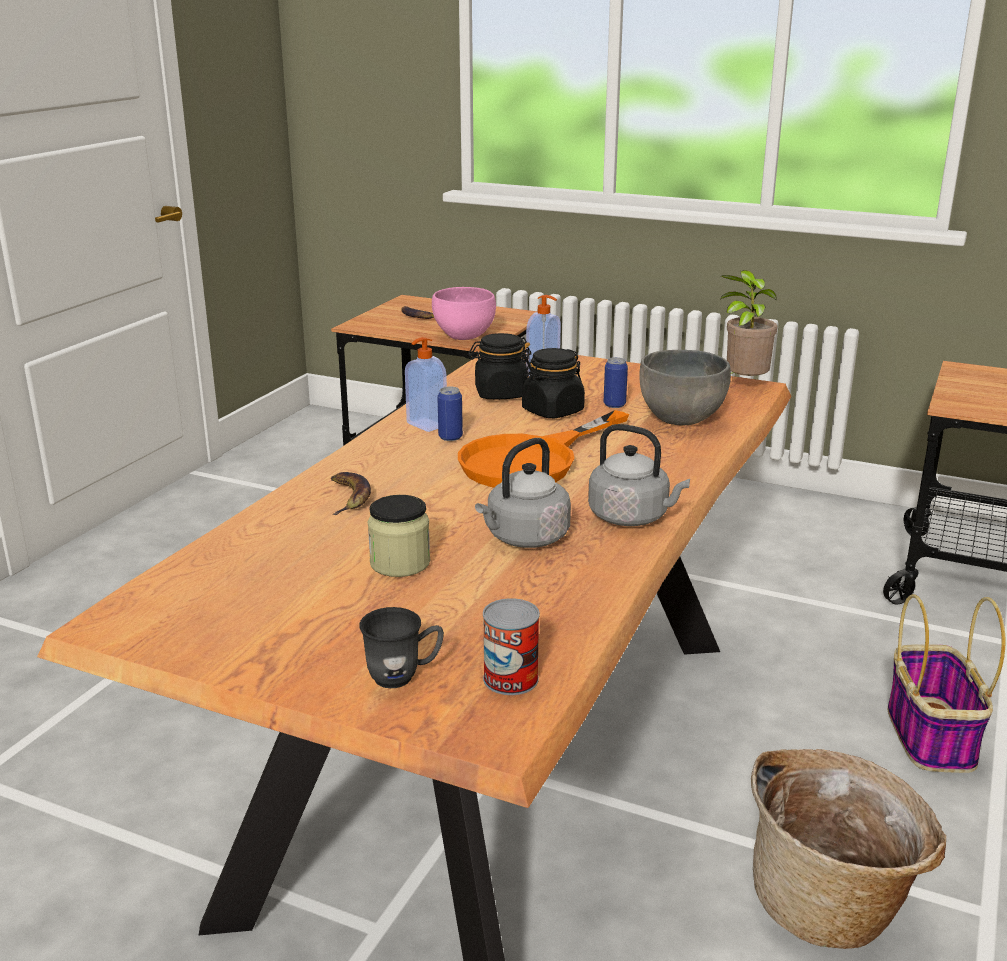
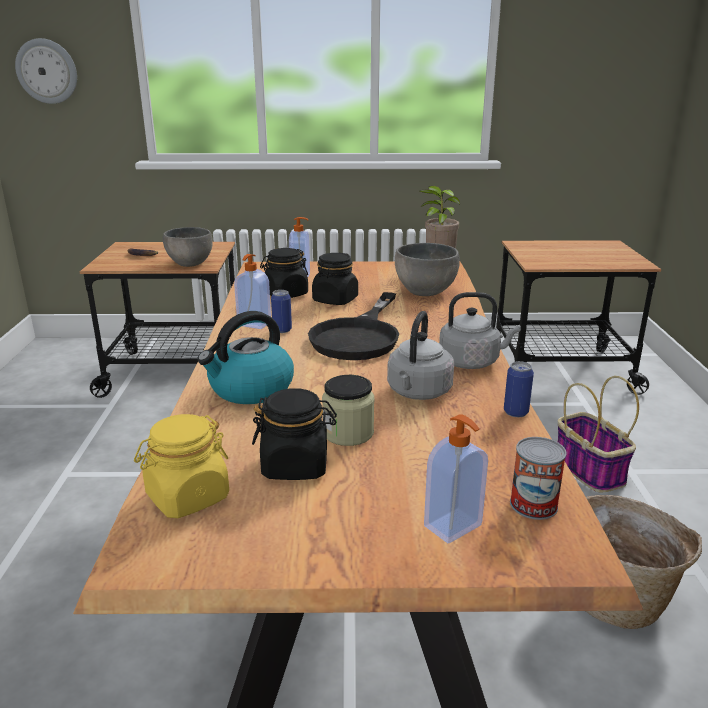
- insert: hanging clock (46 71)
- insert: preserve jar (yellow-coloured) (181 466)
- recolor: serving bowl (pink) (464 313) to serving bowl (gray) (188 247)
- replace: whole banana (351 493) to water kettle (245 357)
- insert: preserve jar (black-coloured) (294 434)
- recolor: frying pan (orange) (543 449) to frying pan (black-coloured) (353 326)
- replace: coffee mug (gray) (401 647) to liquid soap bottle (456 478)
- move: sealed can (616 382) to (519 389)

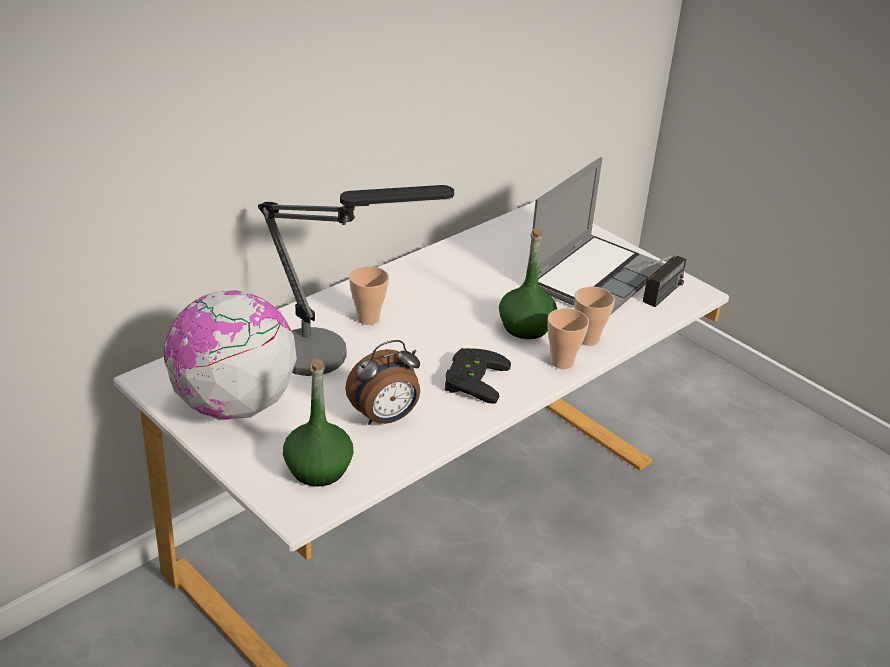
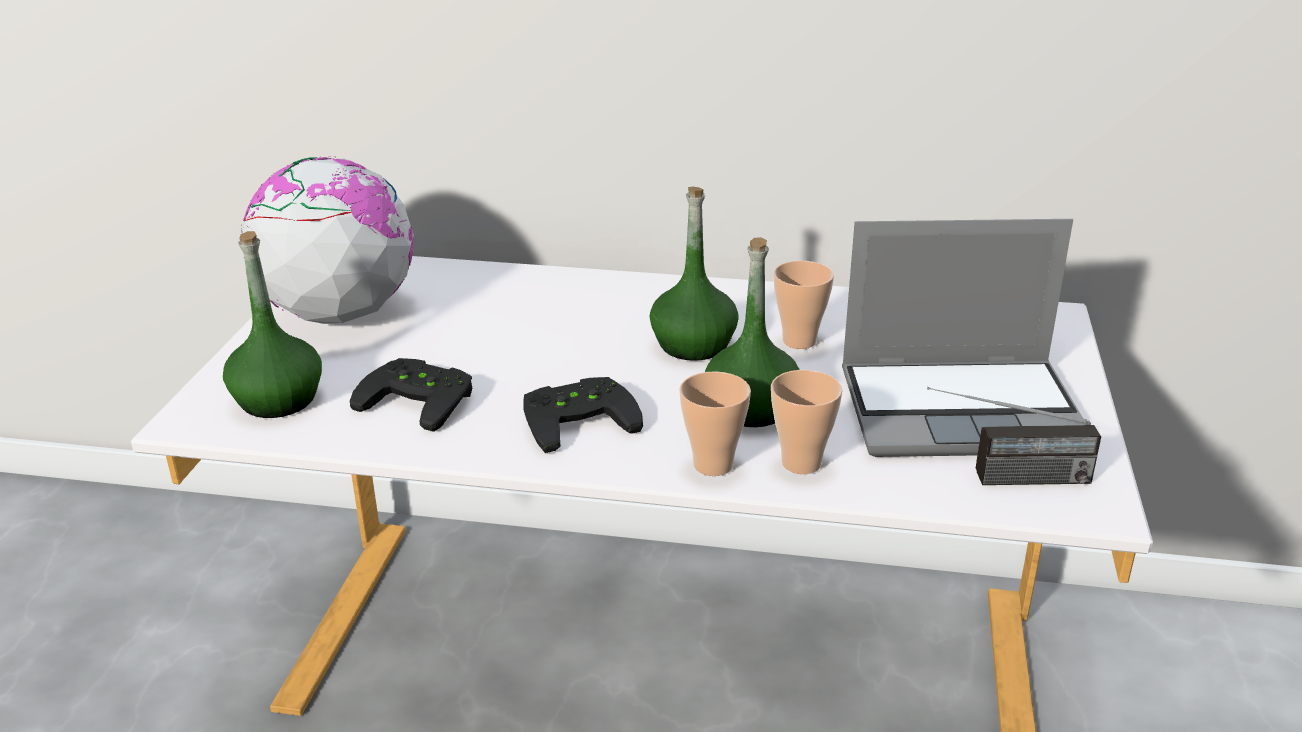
- replace: table clock (382 382) to joypad (black-coloured) (411 395)
- insert: bottle (greenish) (694 274)
- move: small cup (369 295) to (804 305)
- delete: tabletop lamp (356 280)

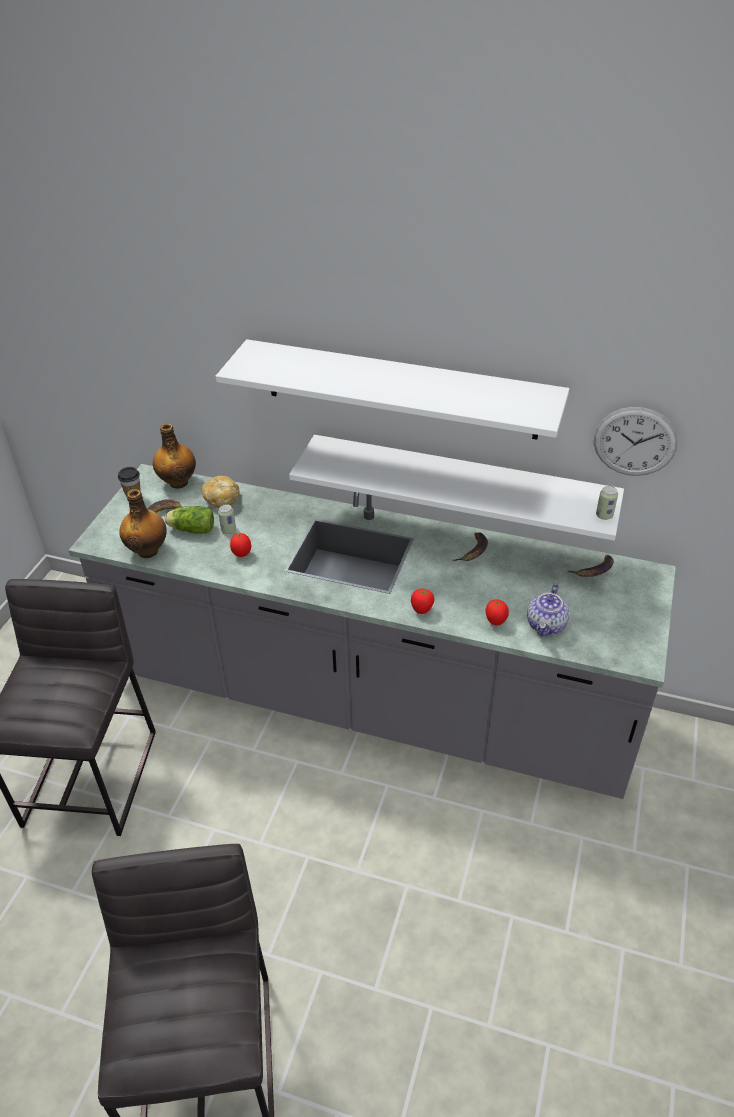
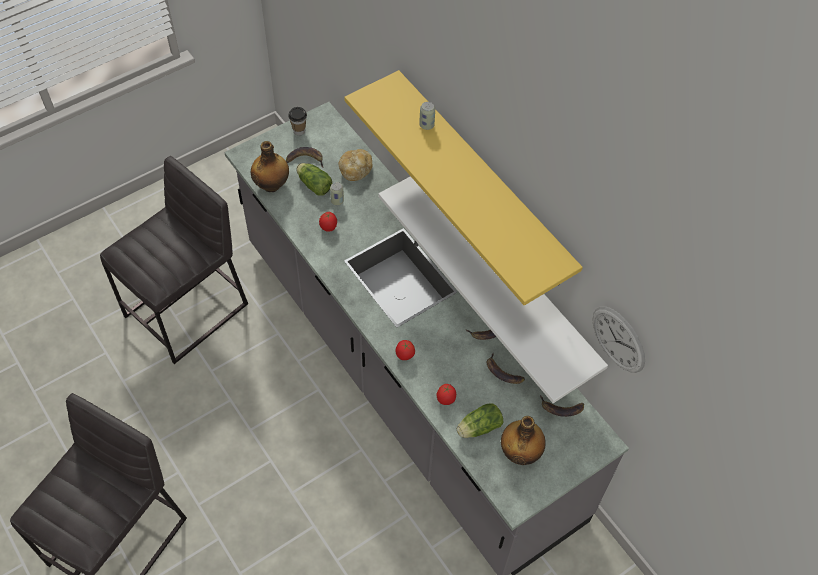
- recolor: shelf (white) (393 389) to shelf (yellow-coloured) (463 188)
- move: sealed can (607 503) to (427 116)
- replace: pot for tea (548 610) to head of lettuce (480 420)
- insert: whole banana (505 368)
- move: bottle (174 456) to (523 440)

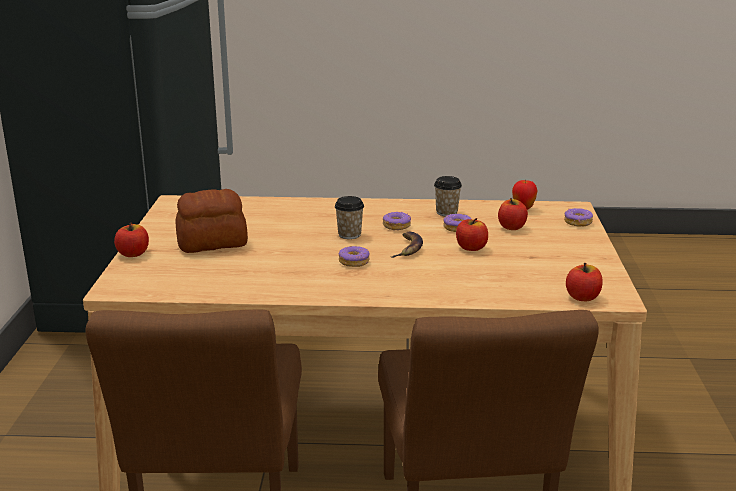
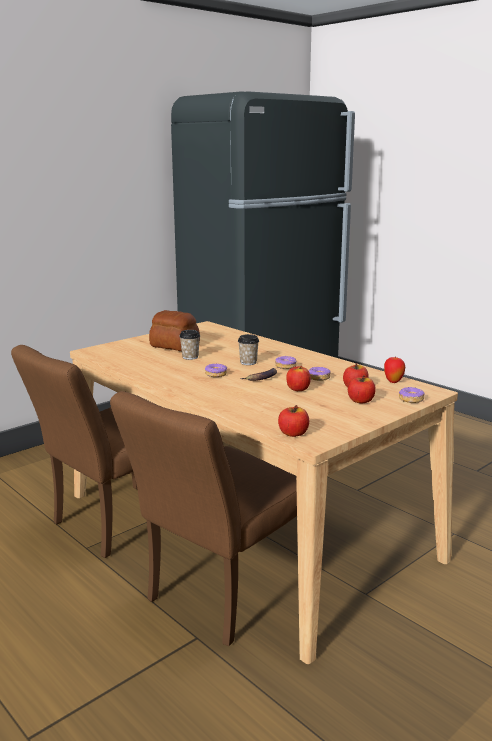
- move: small cup (448 196) to (189 345)
- move: apple fruit (131 239) to (362 389)

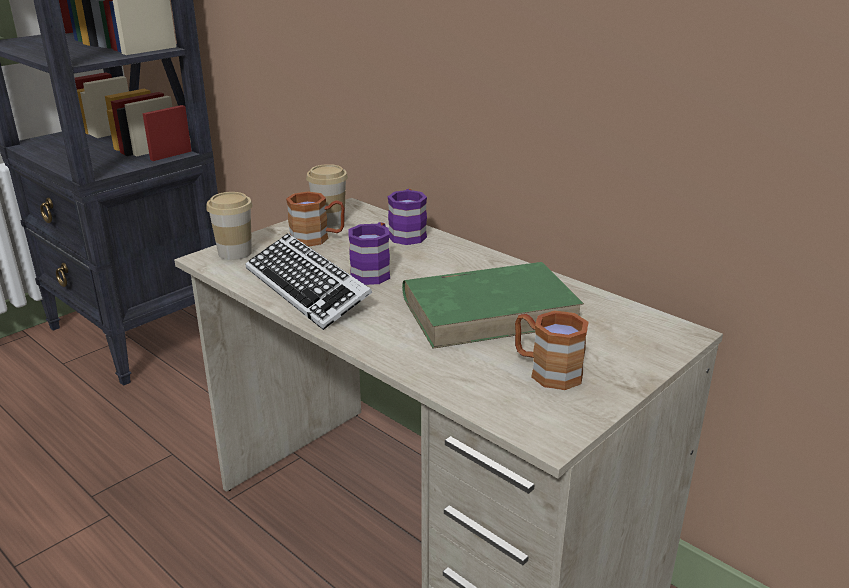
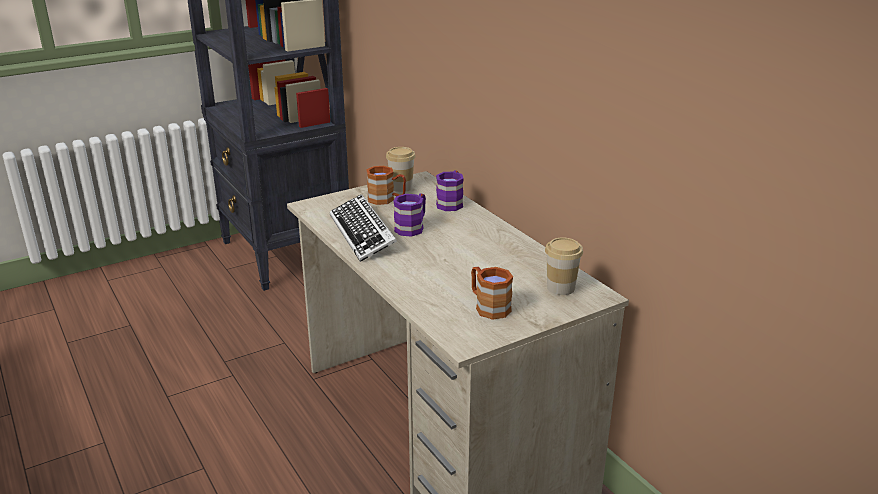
- move: small cup (229 226) to (564 266)
- delete: volume (greenish) (493 305)

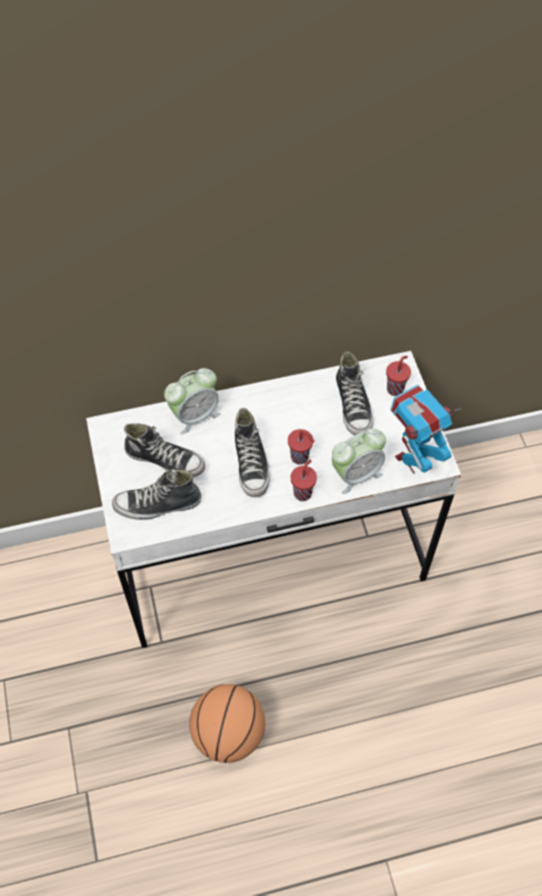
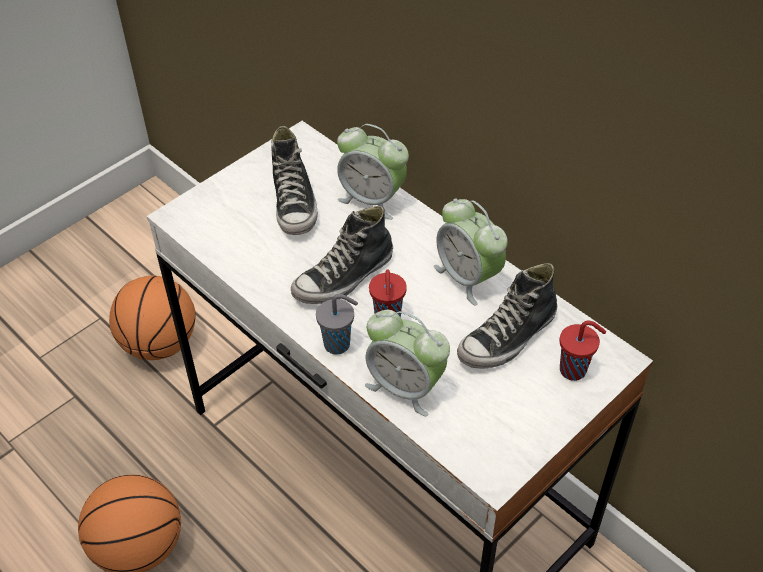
- insert: ball for basketball (152 318)
- recolor: small cup (reddish) (304 480) to small cup (gray) (337 324)
- insert: table clock (471 252)
- delete: low shoe (157 494)
- delete: robot figure (425 429)

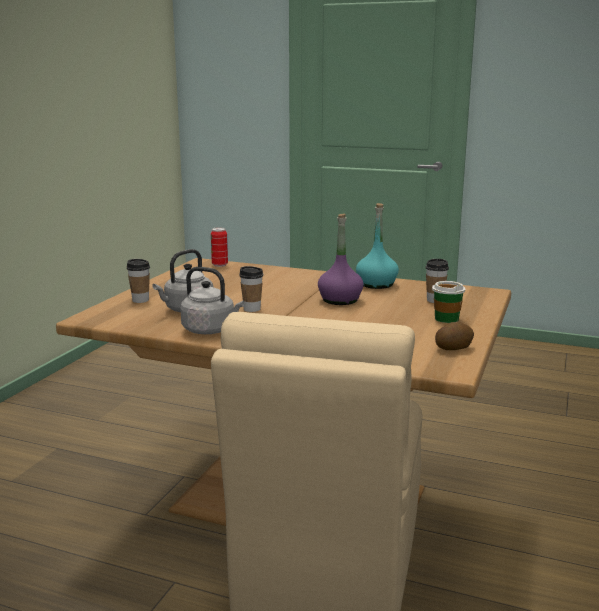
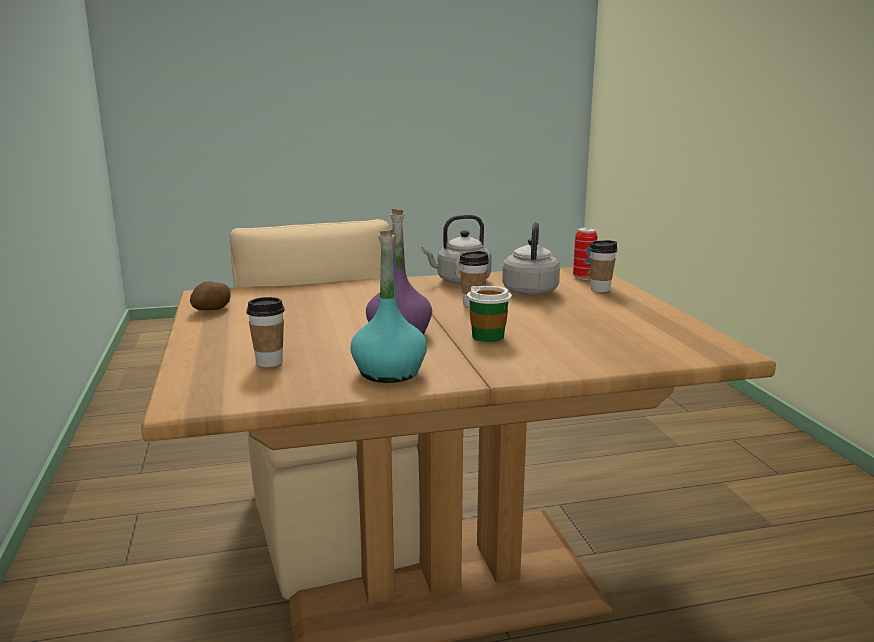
- move: small cup (448 302) to (489 314)
- move: sealed can (219 247) to (585 253)

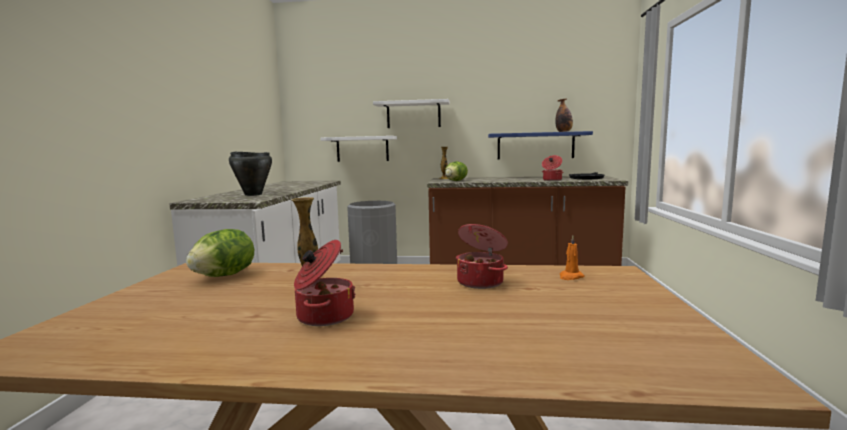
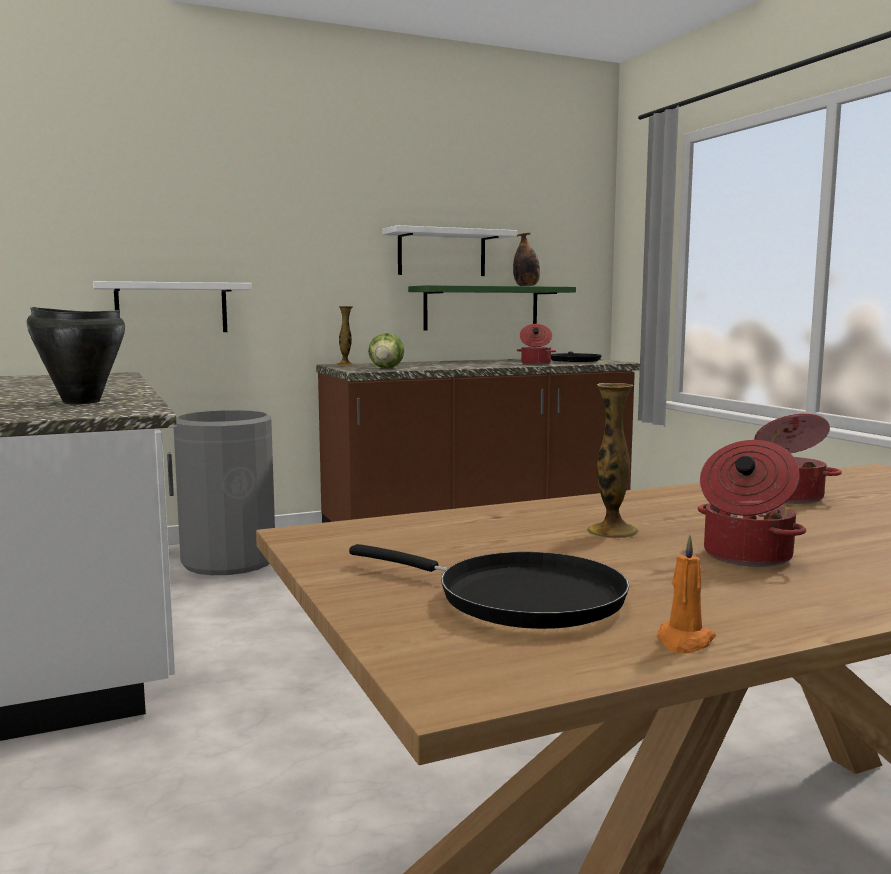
- insert: frying pan (black-coloured) (489 586)
- move: shelf (white) (411 113) to (449 250)
- recolor: shelf (bluish) (540 145) to shelf (greenish) (492 307)
- move: candle (orange) (572 258) to (686 594)
- delete: head of lettuce (220 253)

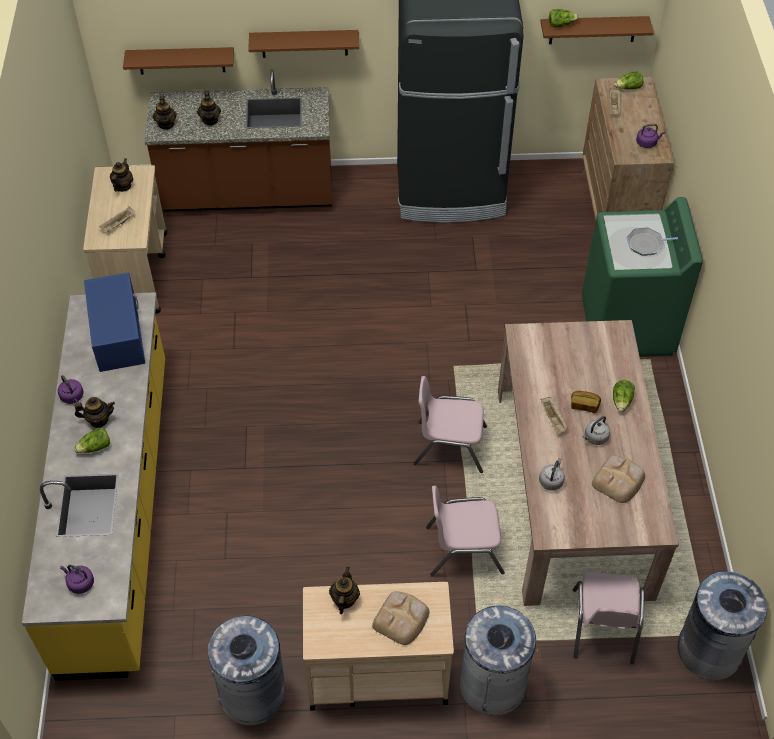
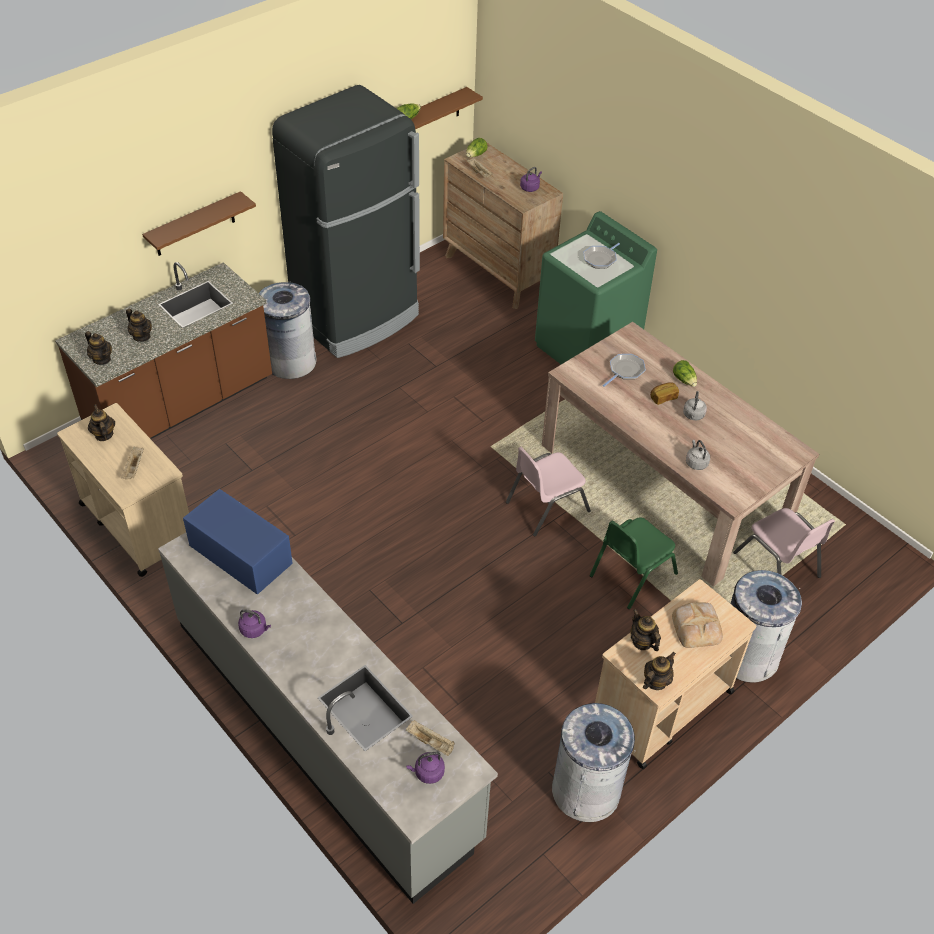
- recolor: counter (yellow-coloured) (93 486) to counter (gray) (328 718)
- move: waste bin (gray) (722 625) to (288 330)
- move: serving tray (beige) (554 415) to (430 738)
- recolor: chair (pink) (465 531) to chair (greenish) (634 563)
- insert: frying pan (624 370)
- move: pot for tea (95 412) to (659 671)
- delete: head of lettuce (92 440)
- delete: shelf (brown-coloured) (178 61)
- delete: bakery bread (618 479)

